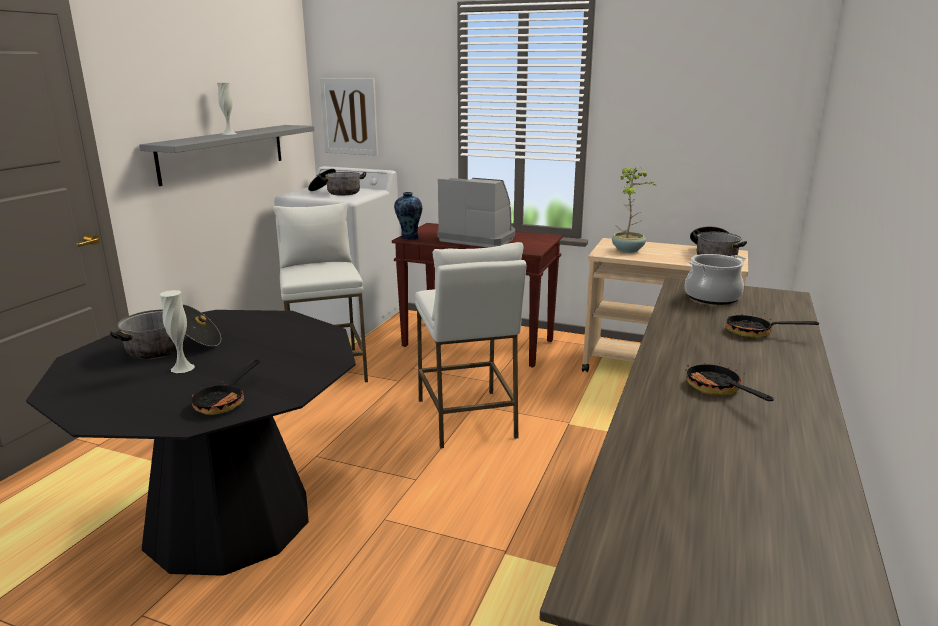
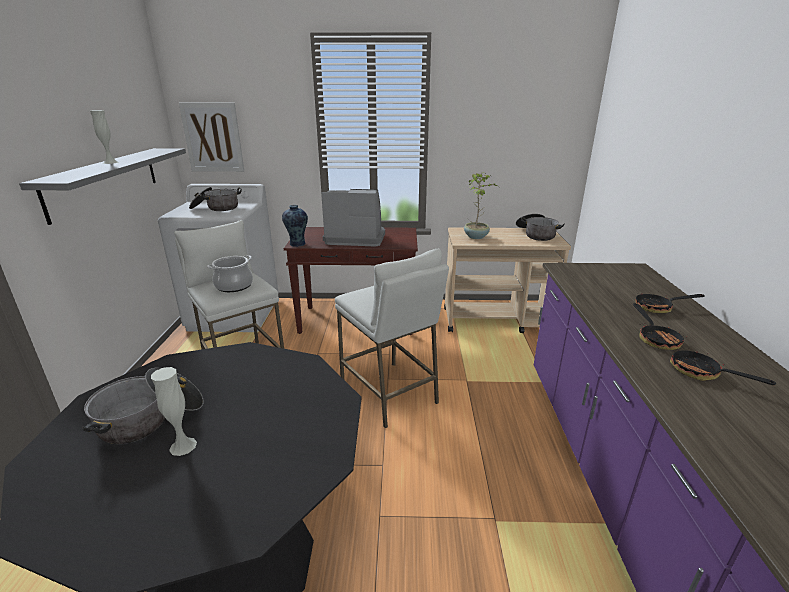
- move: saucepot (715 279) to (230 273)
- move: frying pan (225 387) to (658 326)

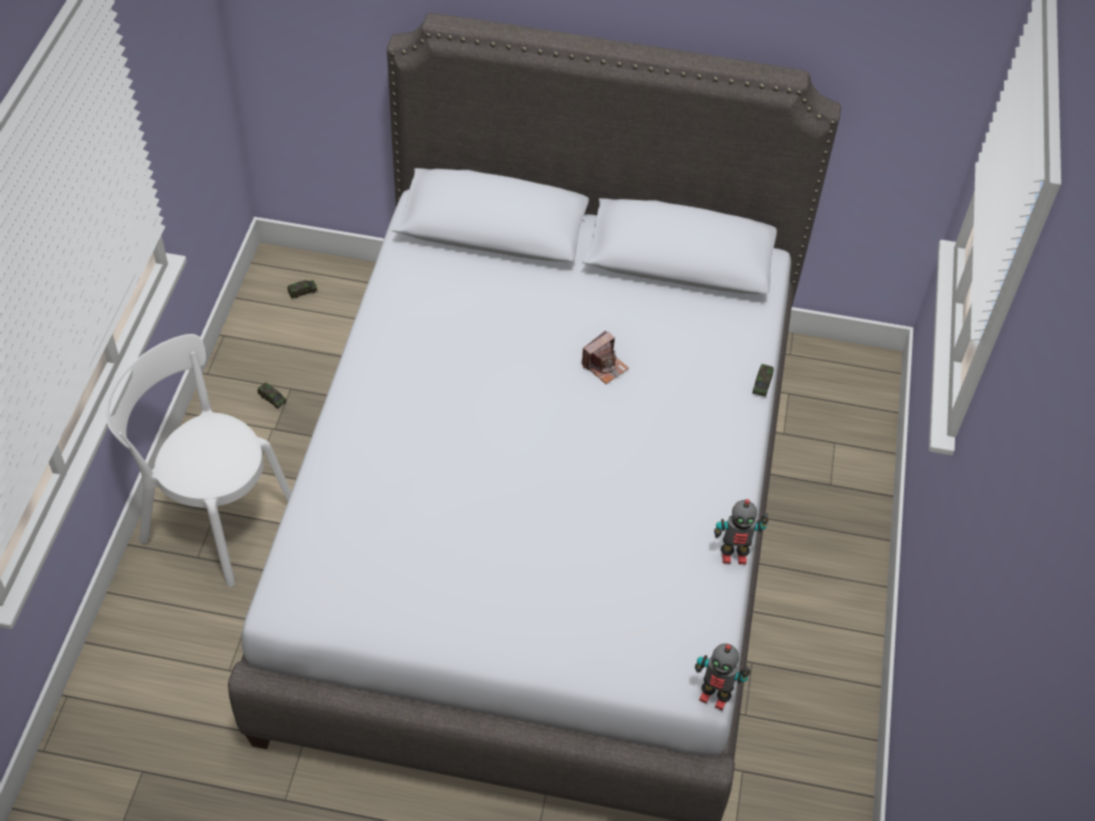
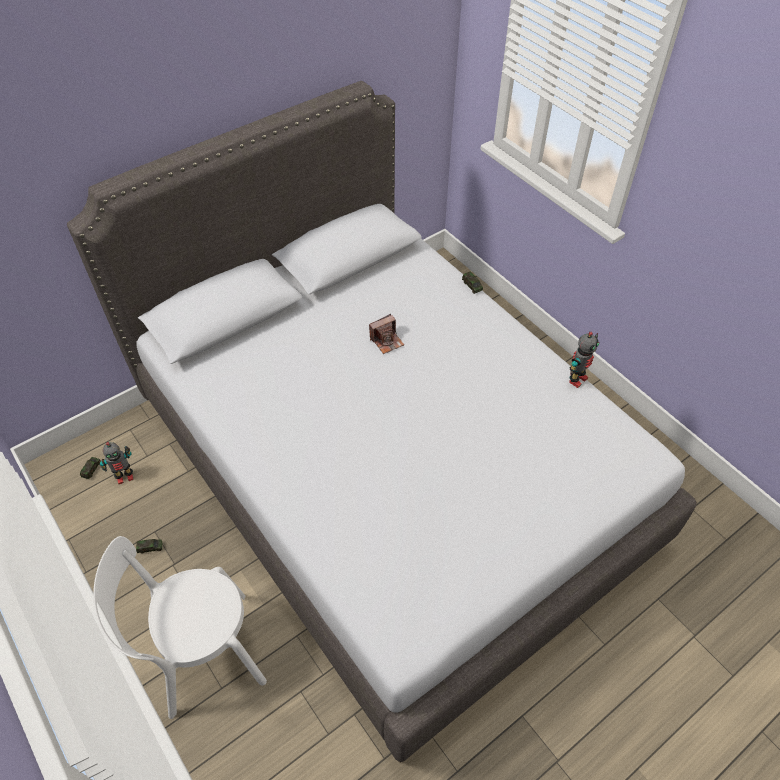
- move: robot figure (722 676) to (117 463)
- rotate: photo camera (605 357) = (386 334) 60 degrees clockwise

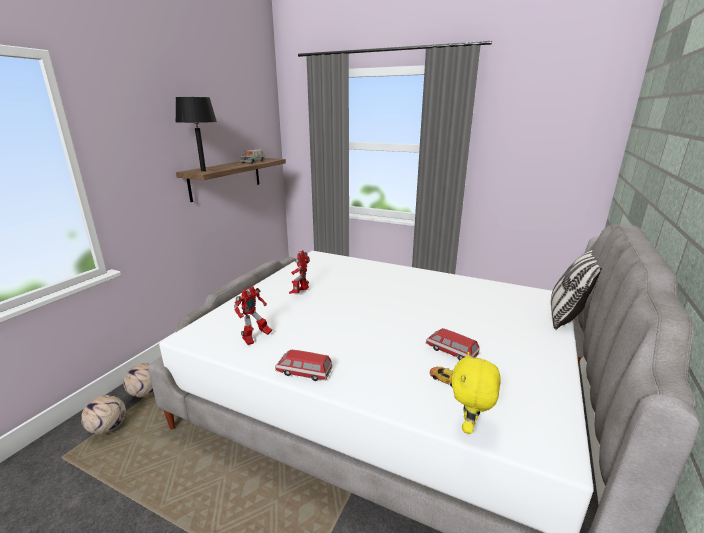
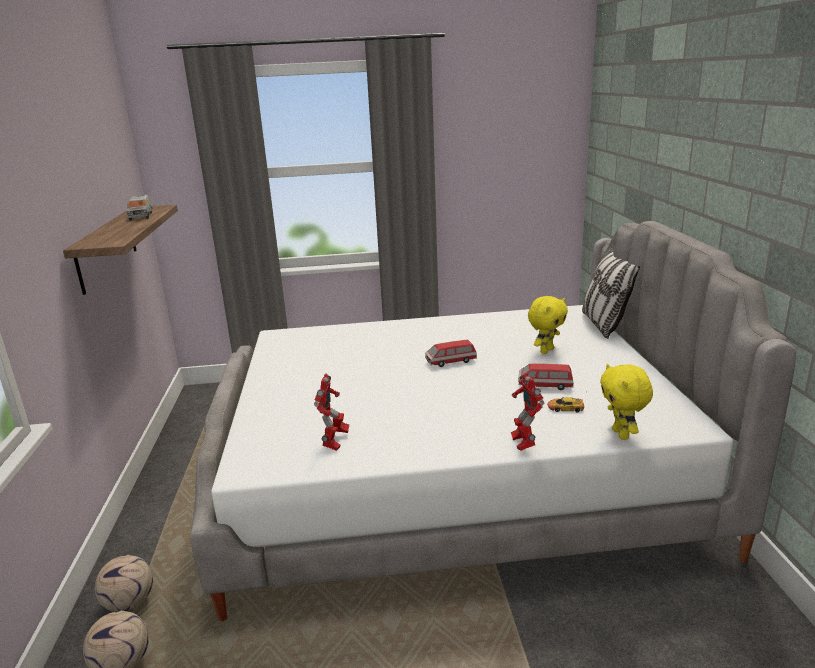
- move: model car (303 365) to (451 353)
- move: robot figure (299 272) to (527 411)
- insert: soft toy (yellow-coloured) (548 325)
- delete: tabletop lamp (black-coloured) (196 134)

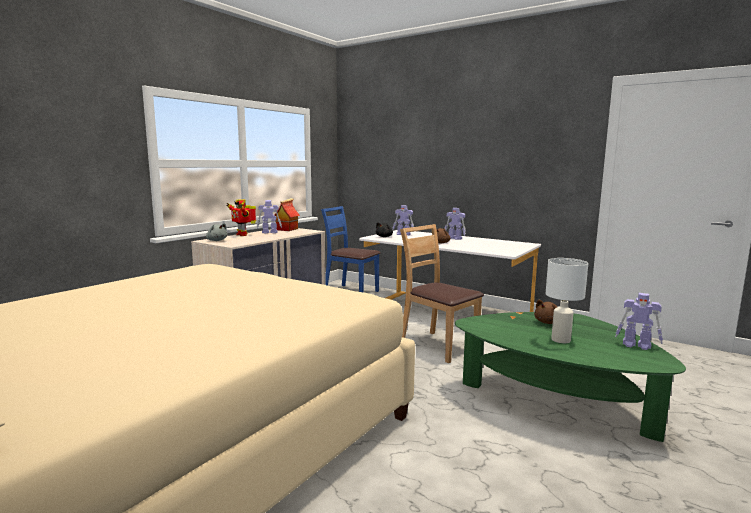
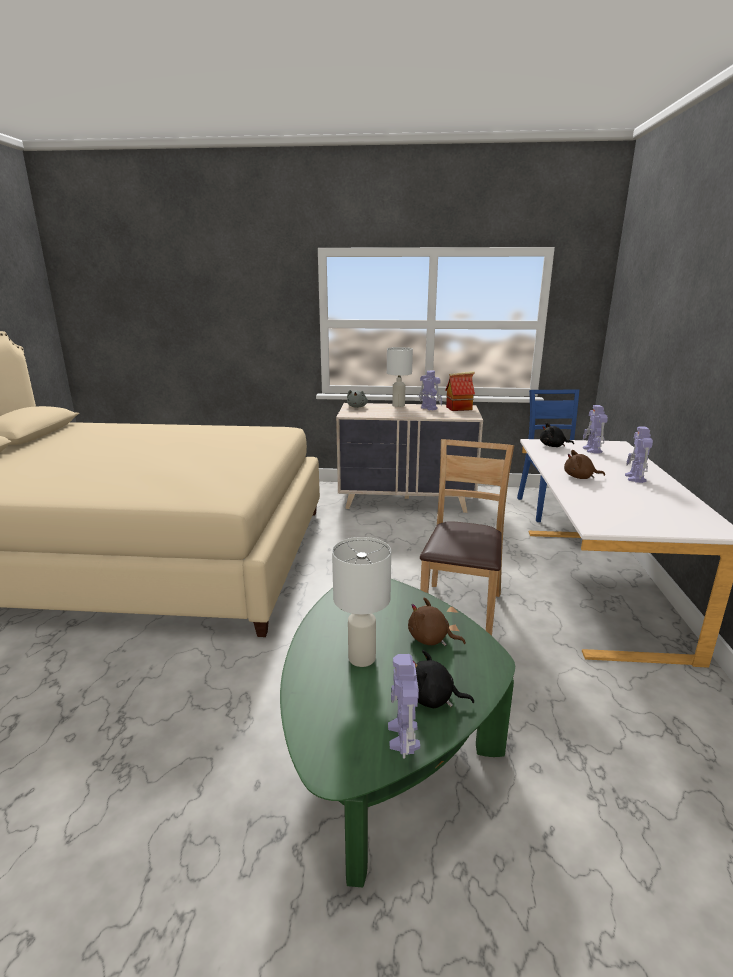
- replace: robot figure (241 217) to tabletop lamp (white) (400 377)
- insert: soft toy (black-coloured) (443 679)

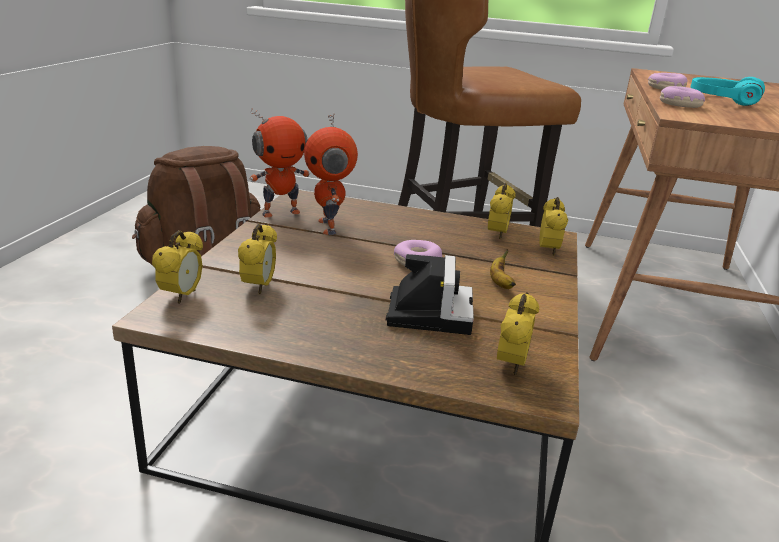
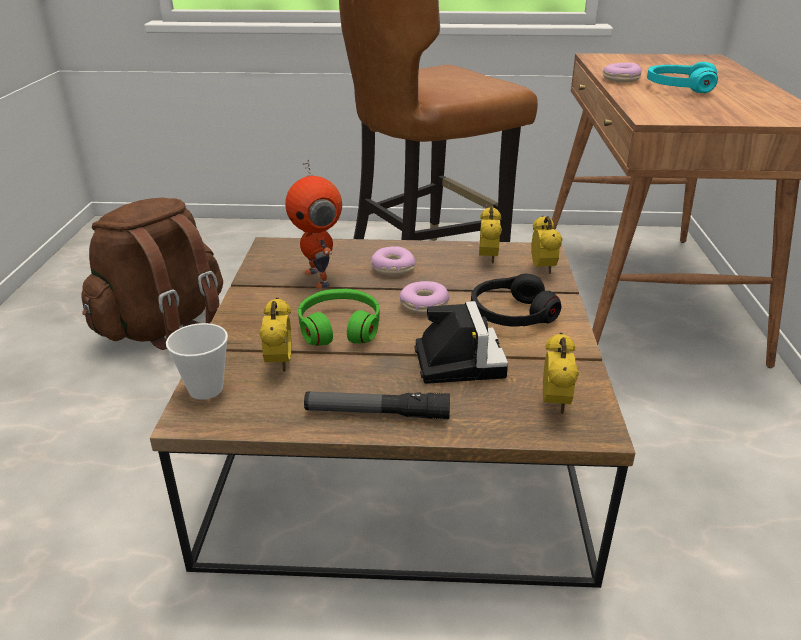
- replace: table clock (177 267) to small cup (197 361)
- insert: pair of headphones (greenish) (339 317)
- insert: torch (377 405)
- move: doughnut (682 97) to (393 261)
- replace: whole banana (503 269) to pair of headphones (black-coloured) (516 300)
- delete: robot figure (279 163)

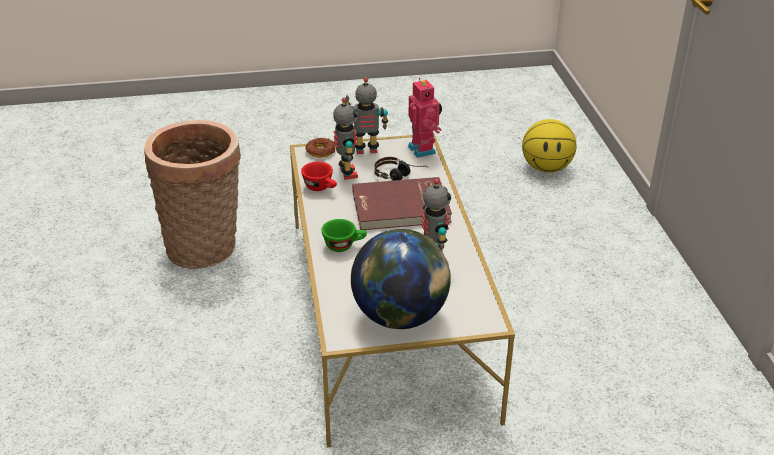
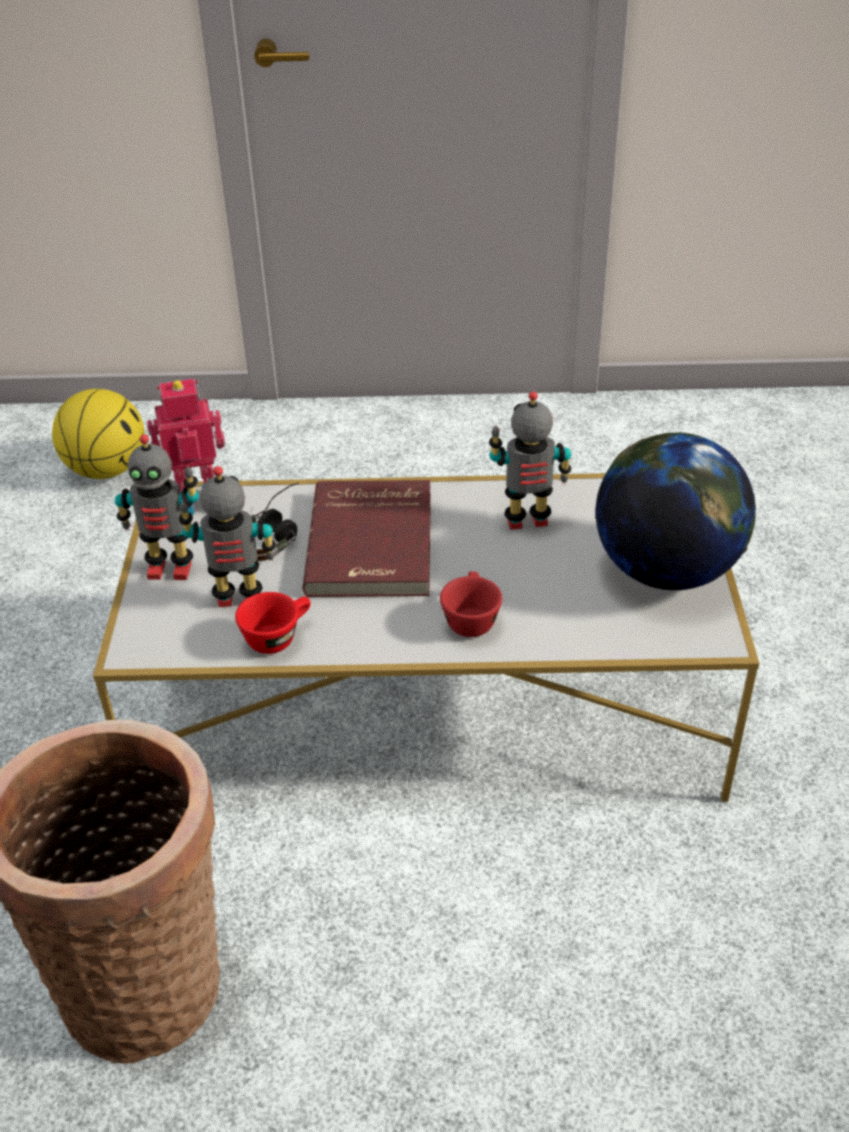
- rotate: robot figure (366 115) = (157 507) 90 degrees counterclockwise
- recolor: small cup (greenish) (344 235) to small cup (reddish) (471 604)
- delete: doughnut (320 147)

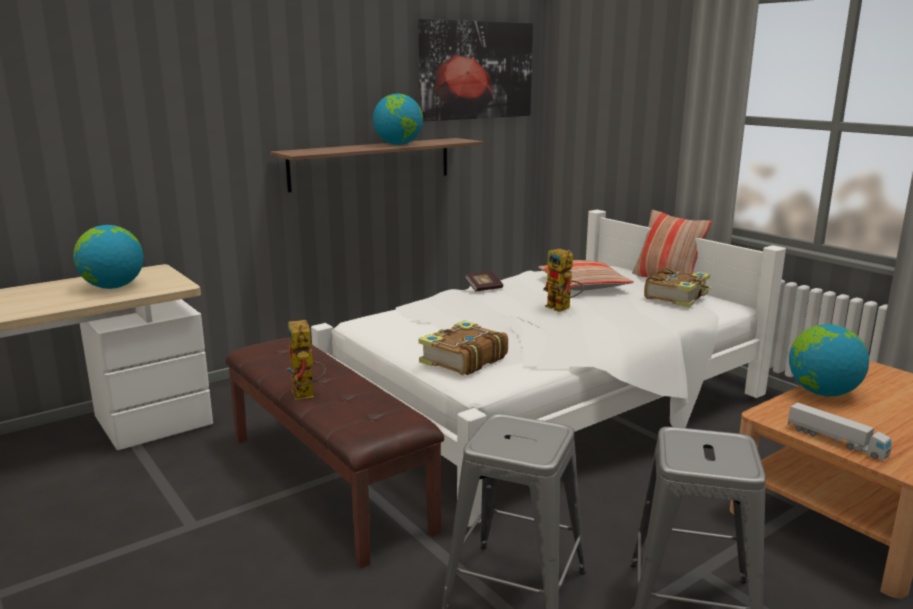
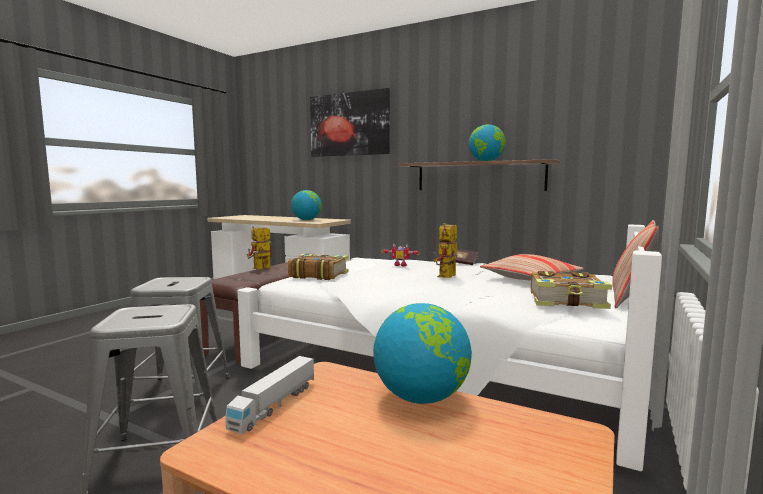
- move: picture (476 70) to (350 122)
- insert: robot figure (400 255)

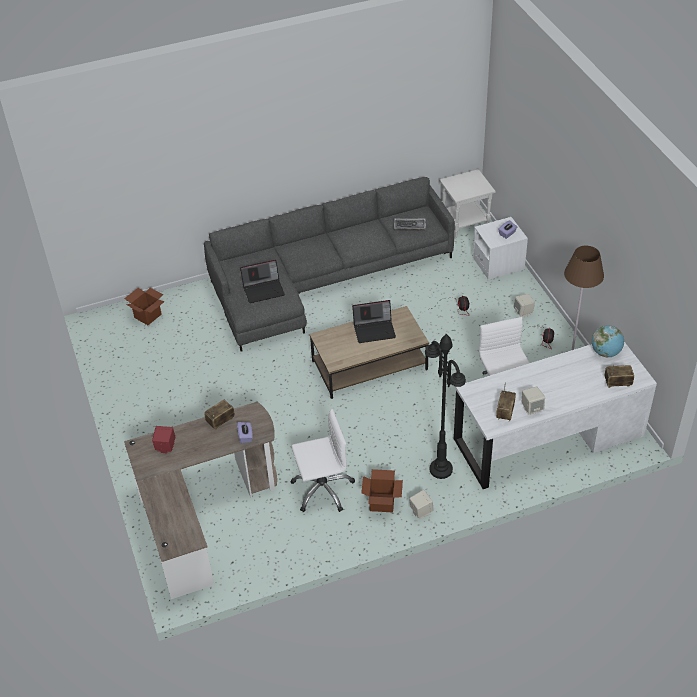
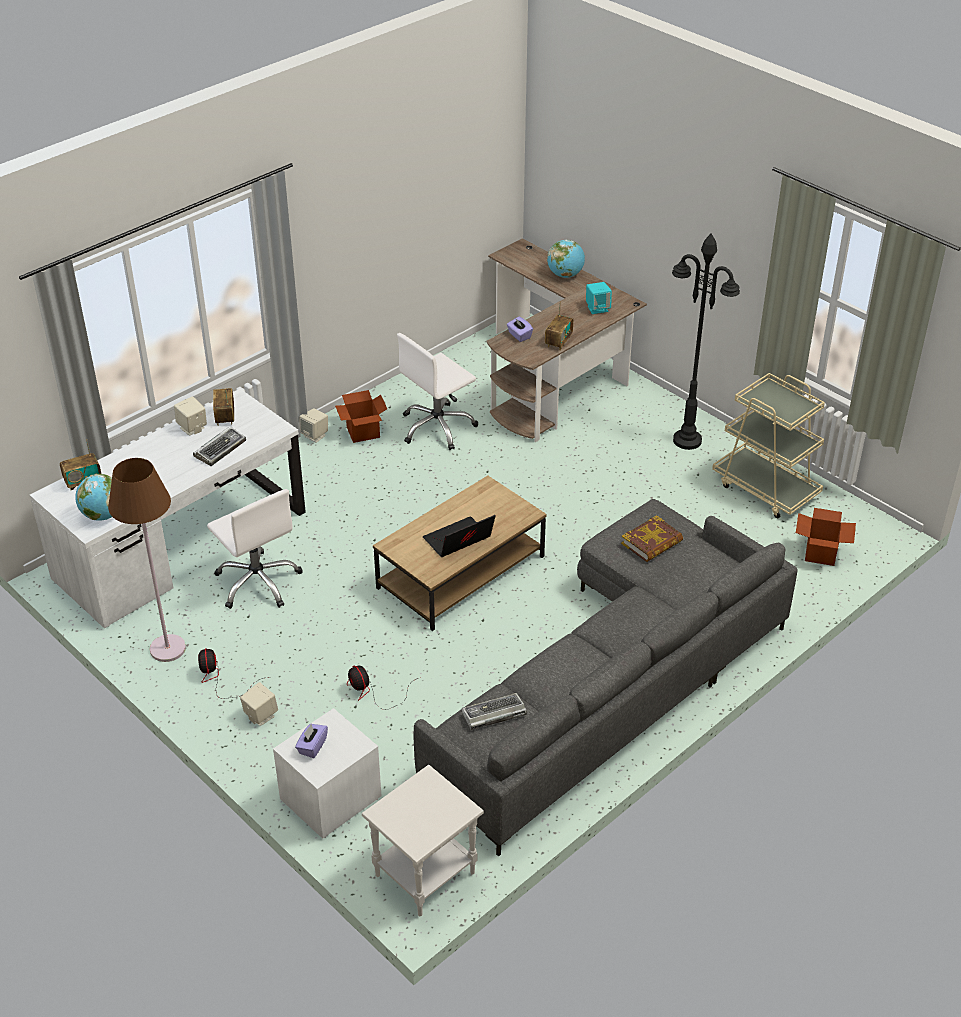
- insert: keyboard (219 446)
- insert: globe (566 258)
- recolor: audio speaker (reddish) (164 439) to audio speaker (turquoise) (599 298)
- replace: laptop (262 281) to volume (652 538)
- move: standard lamp (black-coloured) (445 406) to (706 342)
- insert: trolley (beige) (768 445)

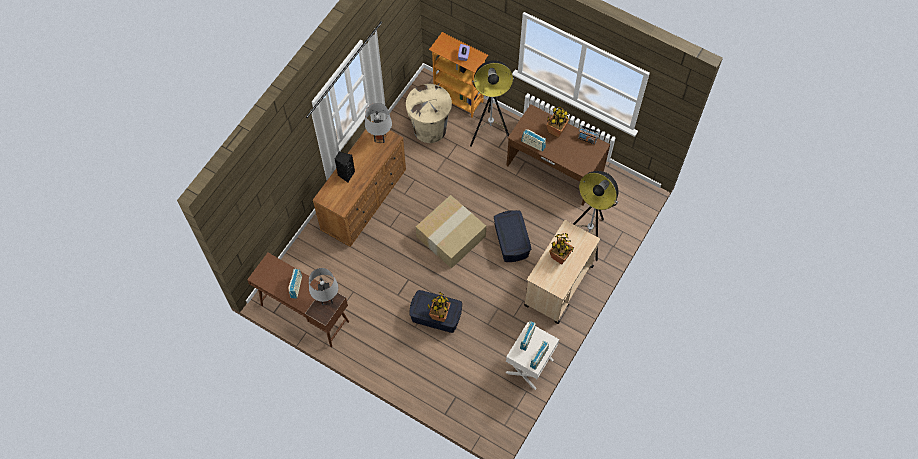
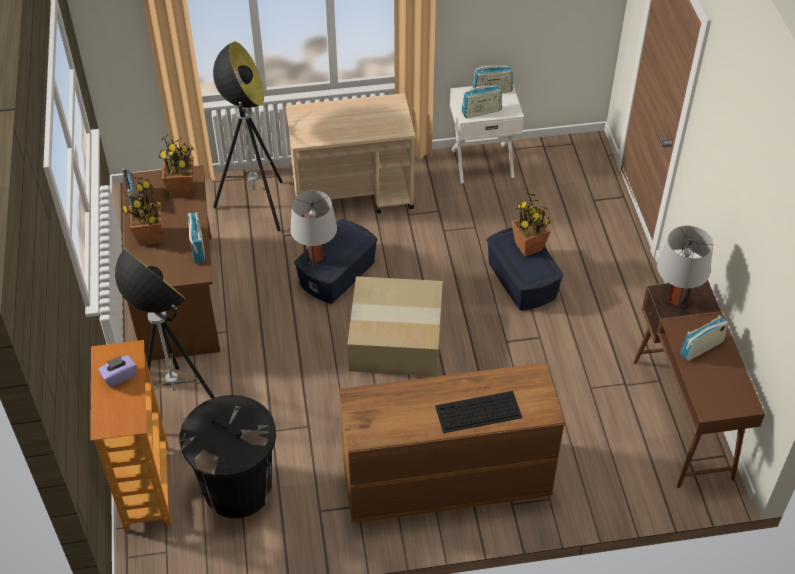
- move: potted plant (561 249) to (177 166)
- recolor: waste bin (beige) (429 113) to waste bin (black-coloured) (228 456)
- move: tabletop lamp (gray) (378 123) to (313 229)
- replace: audio speaker (black-coloured) (345 167) to keyboard (478 412)

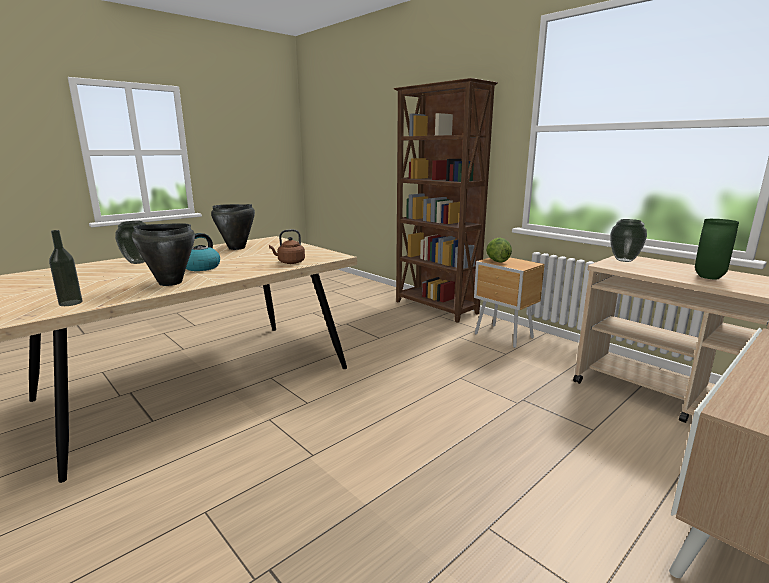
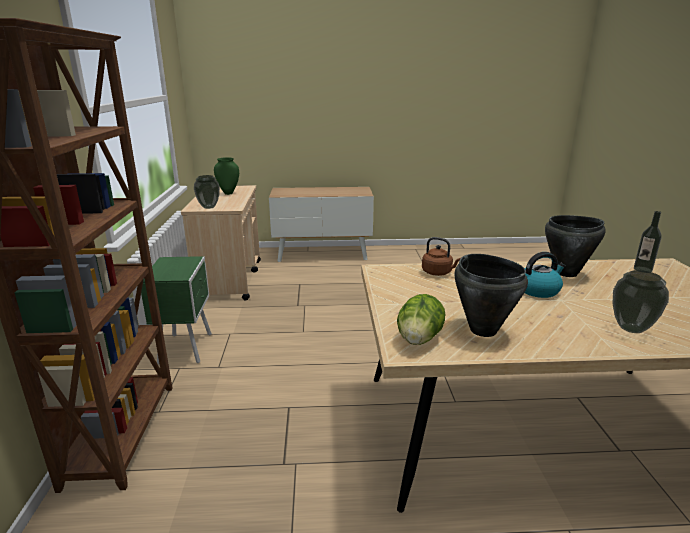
- recolor: nightstand (brown-coloured) (509 302) to nightstand (greenish) (176 310)
- move: head of lettuce (499 250) to (421 319)

